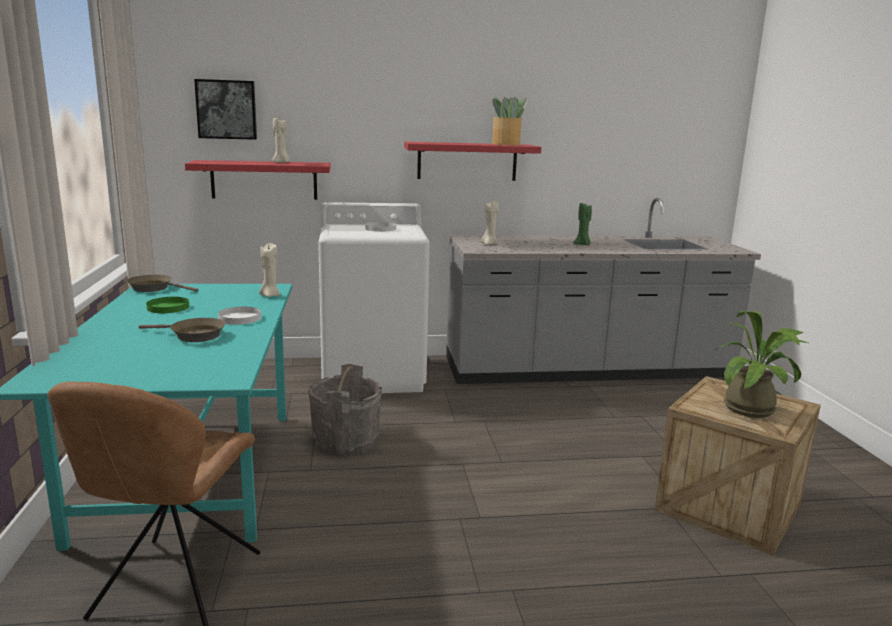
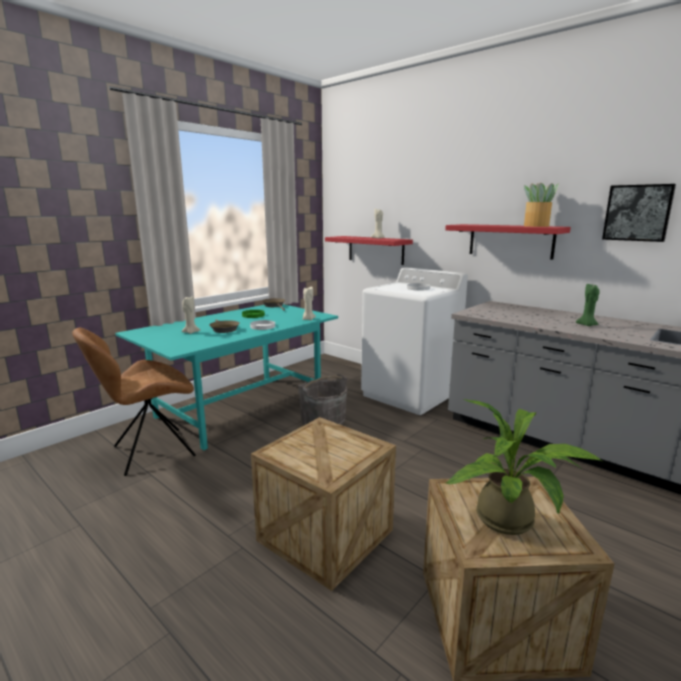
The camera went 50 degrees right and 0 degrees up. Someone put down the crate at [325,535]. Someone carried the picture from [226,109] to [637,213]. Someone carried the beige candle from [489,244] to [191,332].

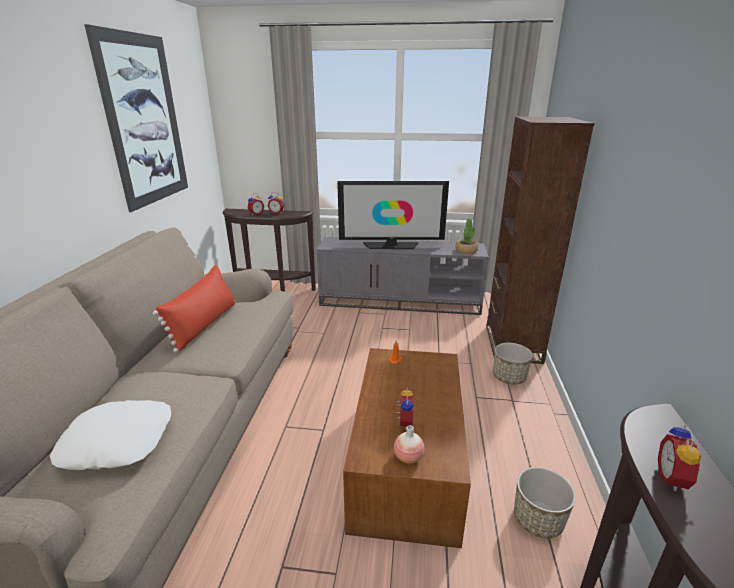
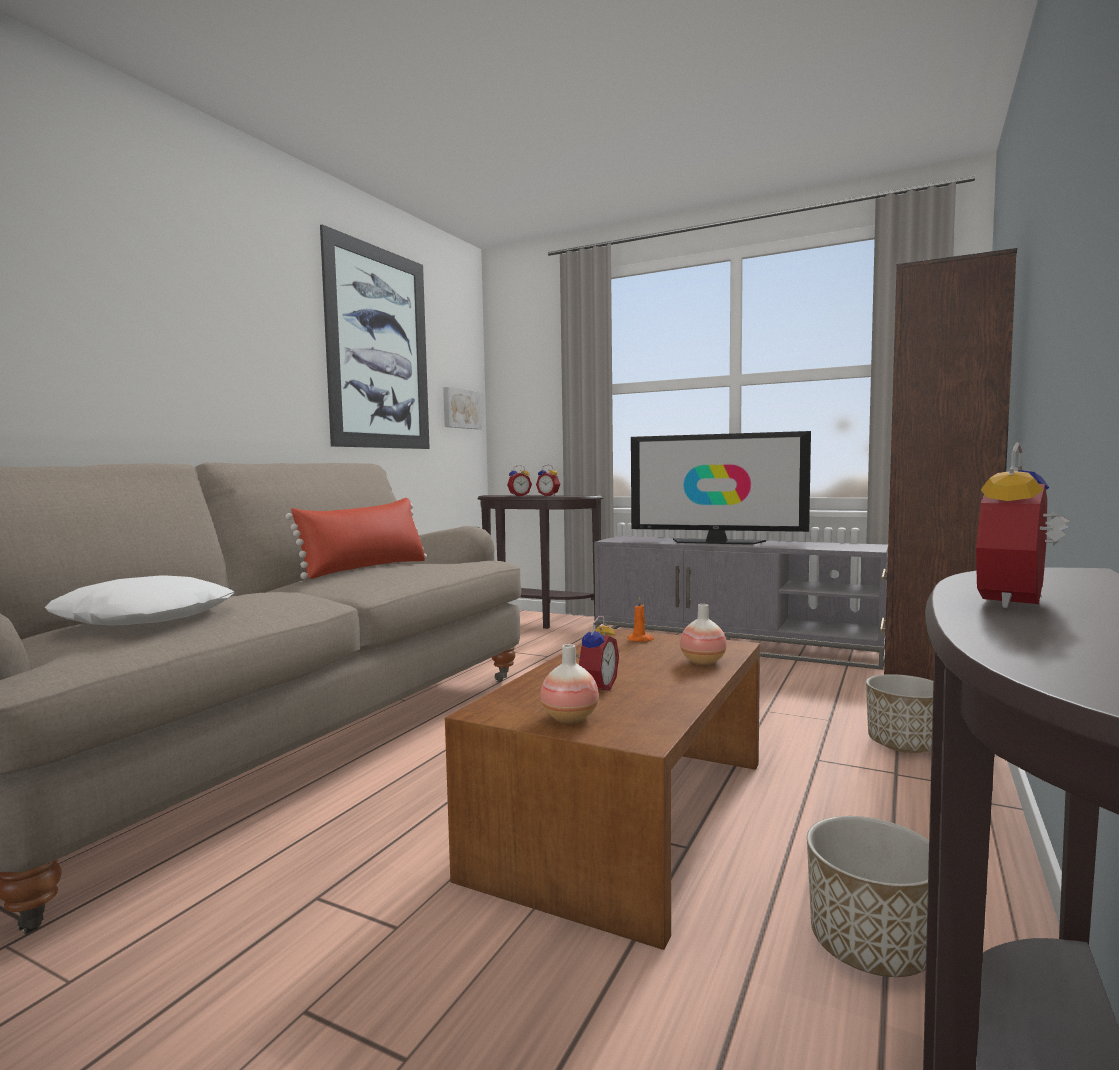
The camera went 20 degrees right and 20 degrees down. Someone took away the potted plant at [466,251]. Someone put up the picture at [461,409]. Someone put down the vase at [703,662].

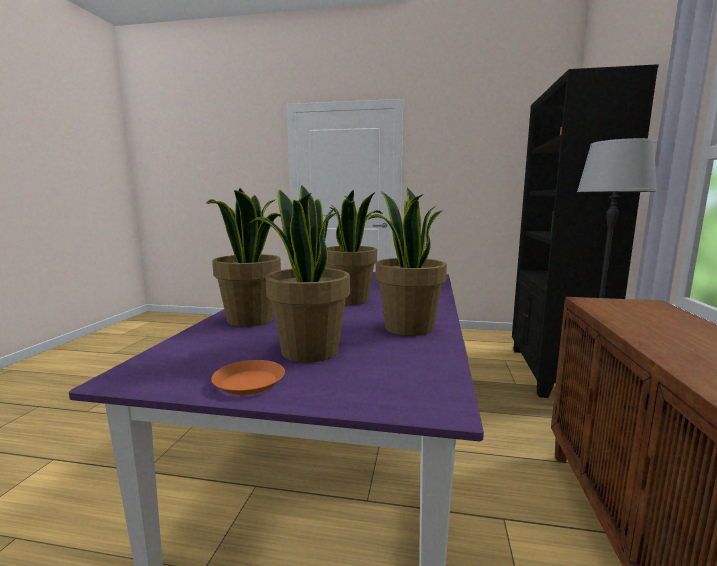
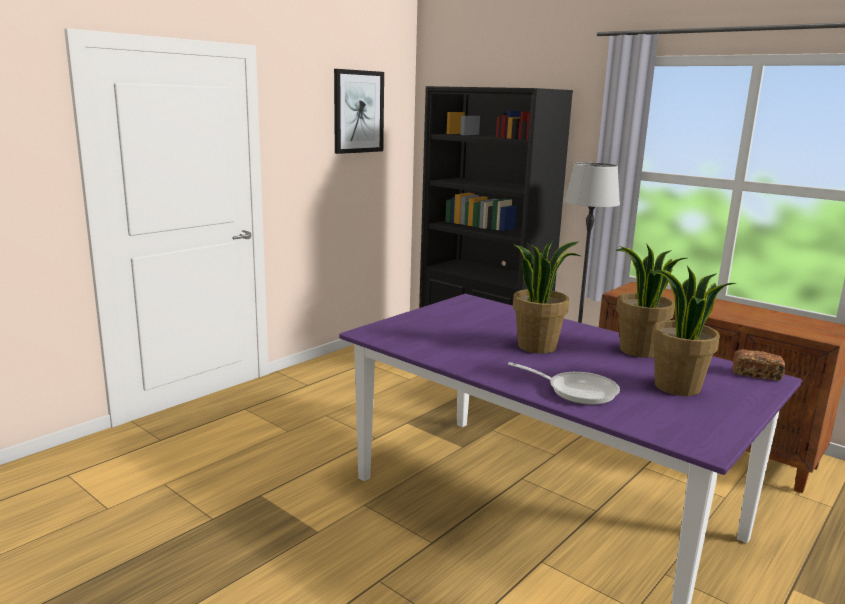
The camera went 60 degrees left and 5 degrees up. Someone took away the orange plate at [249,382]. Someone put up the picture at [358,112]. Someone put down the bread at [756,374]. Someone swapped the potted plant at [251,320] for the frying pan at [576,391].

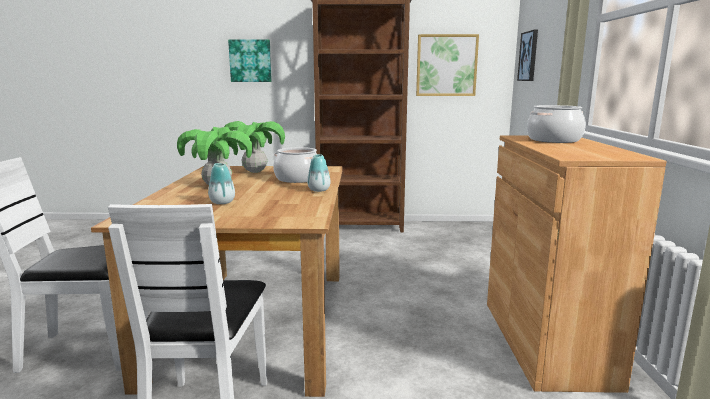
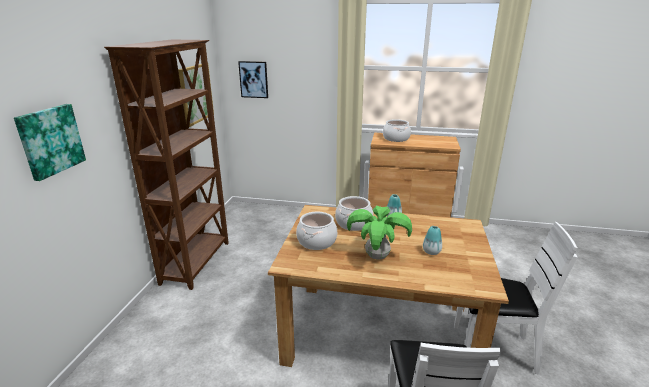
The camera went 80 degrees left and 10 degrees up. Someone swapped the potted plant at [255,171] for the cooking pot at [316,241].

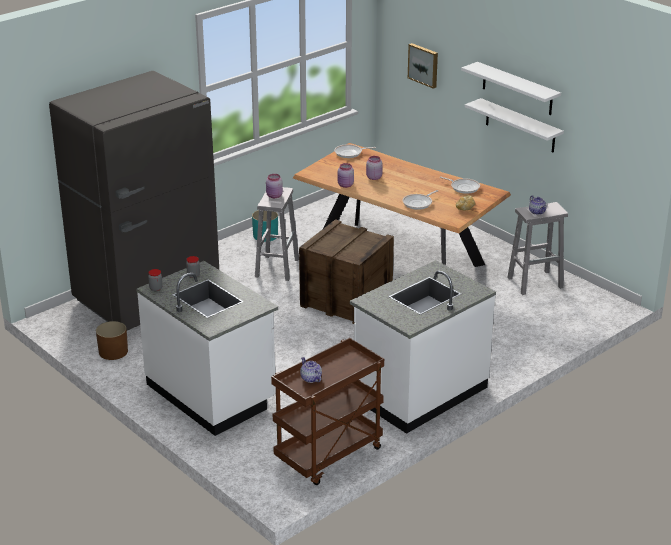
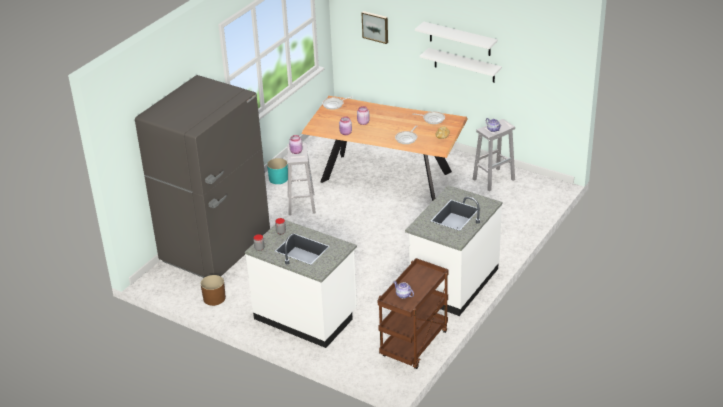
The camera went 15 degrees left and 5 degrees up. Someone took away the crate at [346,300].

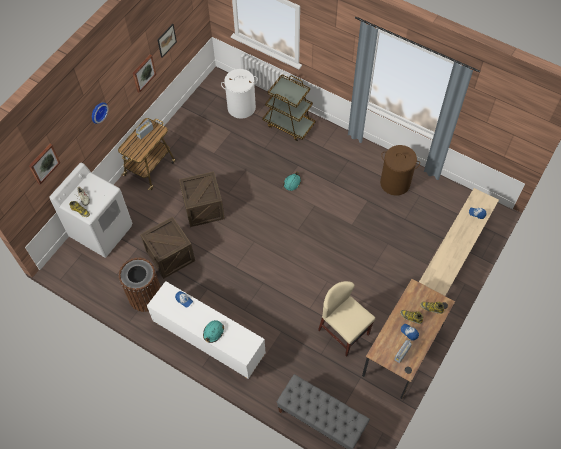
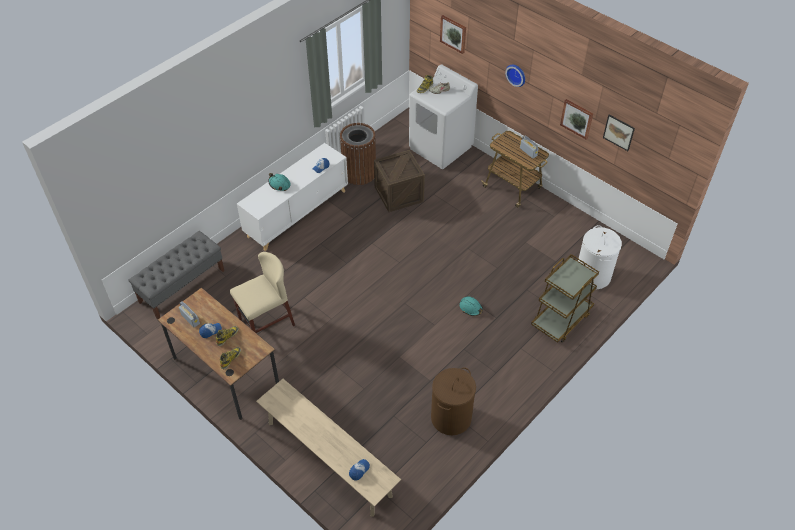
The camera went 100 degrees right and 10 degrees down. Someone took away the crate at [203,208].

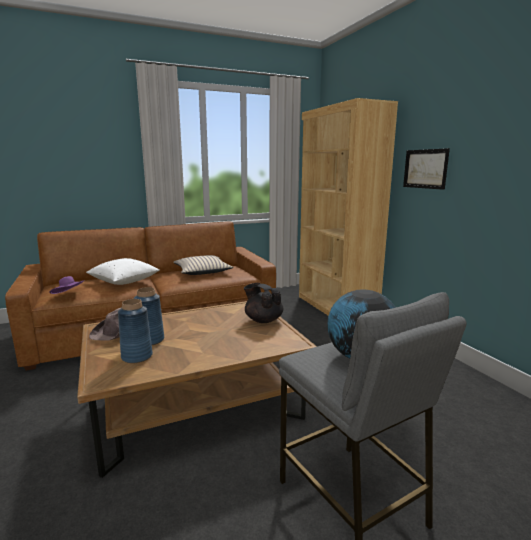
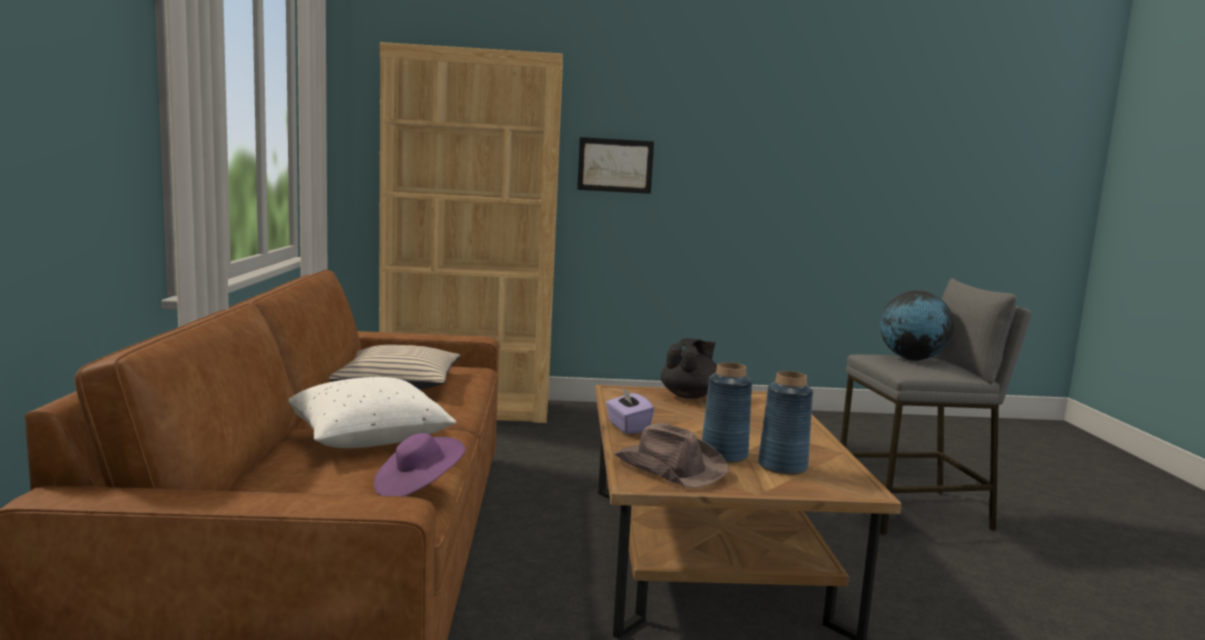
The camera went 70 degrees left and 5 degrees down. Someone put down the purple tissue box at [627,427]. Someone rotated the black teapot at [263,320] by 150 degrees clockwise.

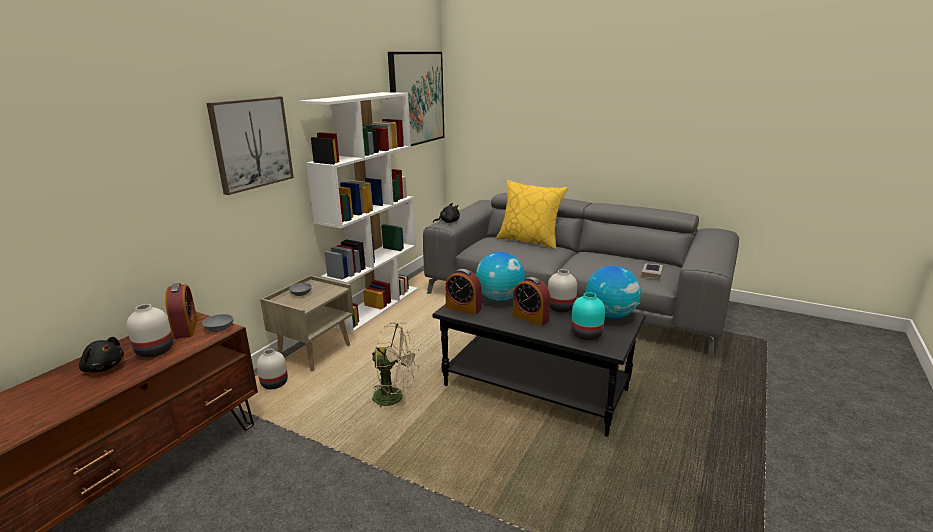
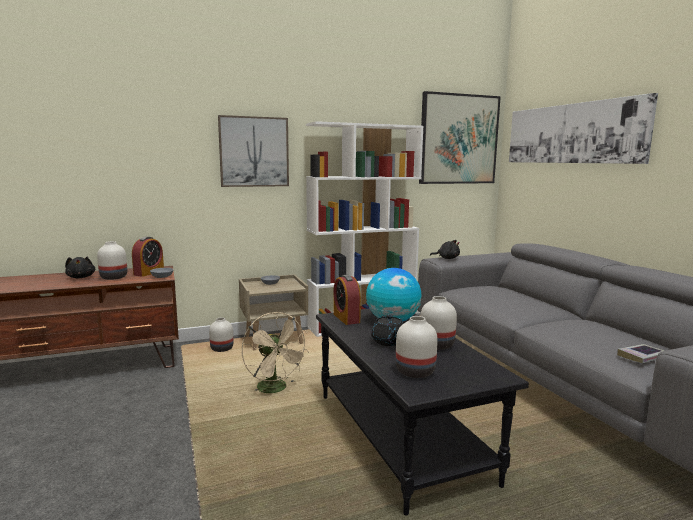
The camera went 40 degrees right and 10 degrees down. Someone took away the yellow pillow at [529,241]. Someone took away the globe at [610,315]. Someone put up the picture at [572,133]. Someone swapped the alarm clock at [530,318] for the black teapot at [388,342]. Someone repainted the turquoise vase at [587,335], which became the white vase at [415,372].

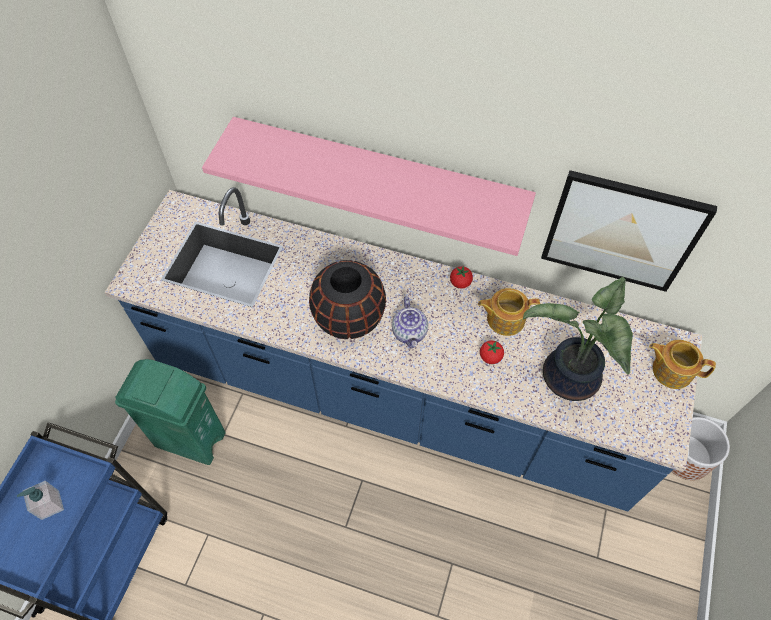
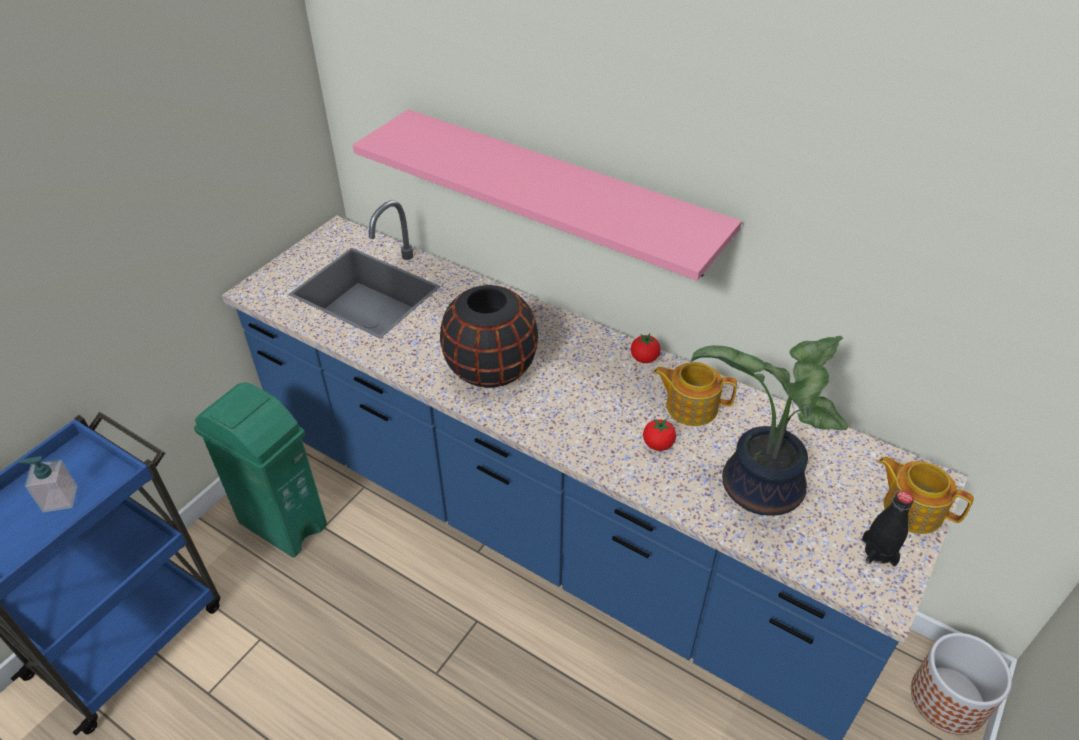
The camera went 15 degrees right and 15 degrees down. Someone took away the teapot at [410,332]. Someone took away the picture at [621,232]. Someone put down the black bottle at [878,552].

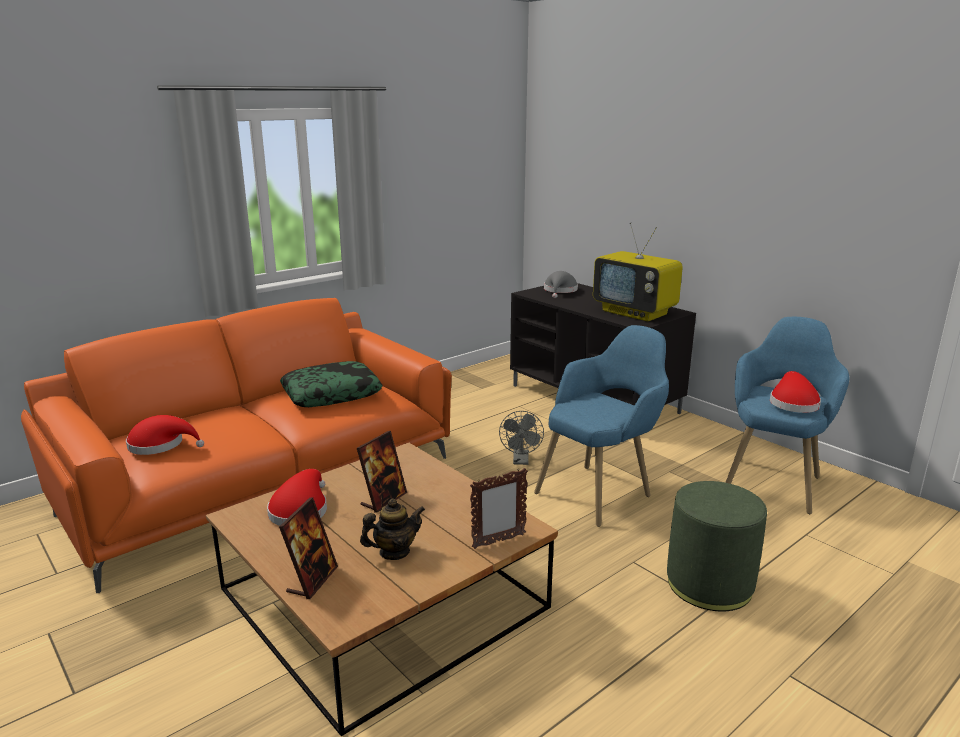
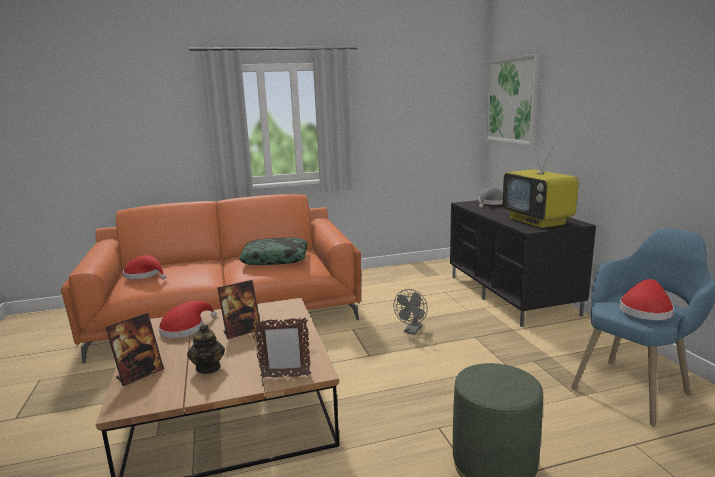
The camera went 25 degrees right and 5 degrees down. Someone took away the blue armchair at [601,490]. Someone put up the picture at [512,100]. Someone rotated the teapot at [394,552] by 75 degrees clockwise.

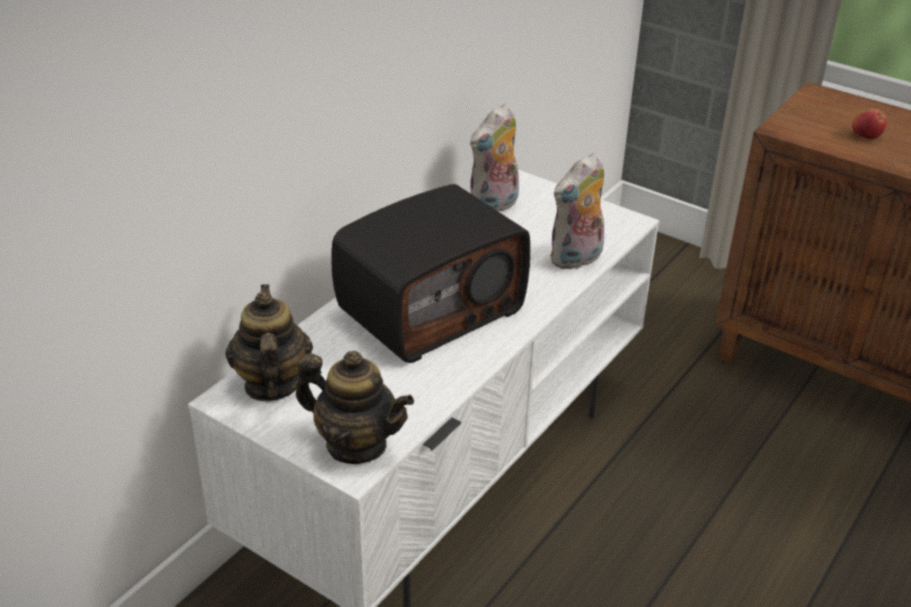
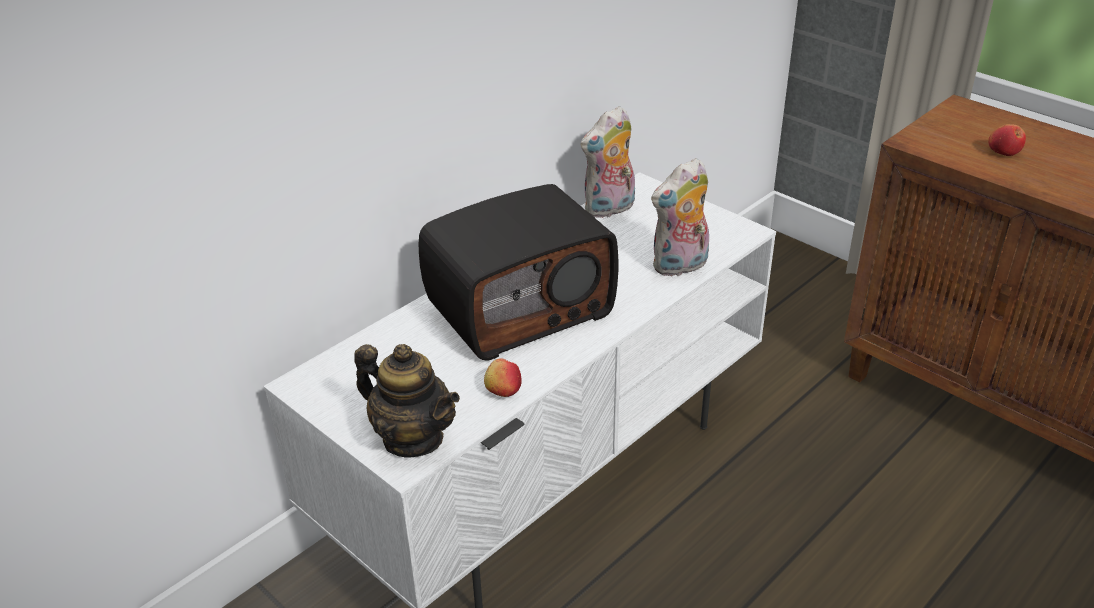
The camera went 10 degrees right and 0 degrees up. Someone took away the teapot at [271,384]. Someone put down the apple at [503,390].

